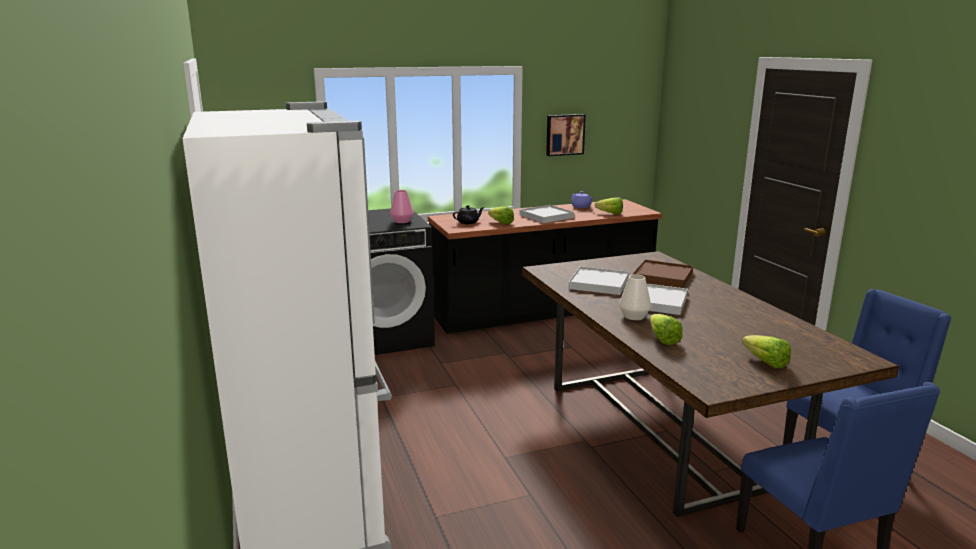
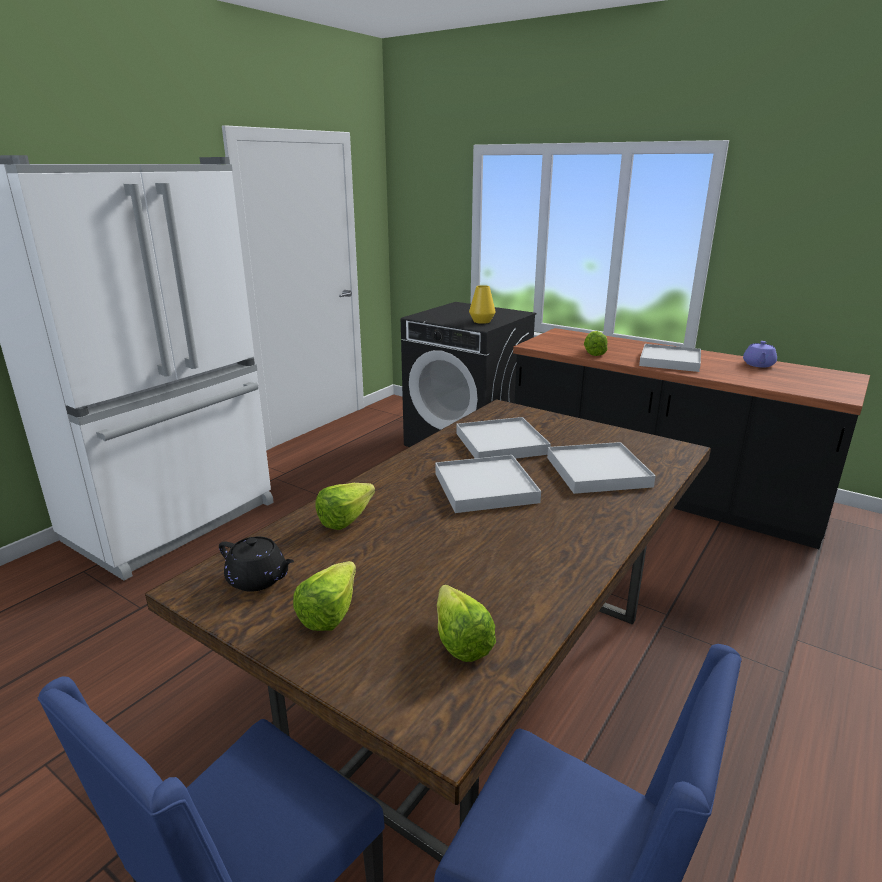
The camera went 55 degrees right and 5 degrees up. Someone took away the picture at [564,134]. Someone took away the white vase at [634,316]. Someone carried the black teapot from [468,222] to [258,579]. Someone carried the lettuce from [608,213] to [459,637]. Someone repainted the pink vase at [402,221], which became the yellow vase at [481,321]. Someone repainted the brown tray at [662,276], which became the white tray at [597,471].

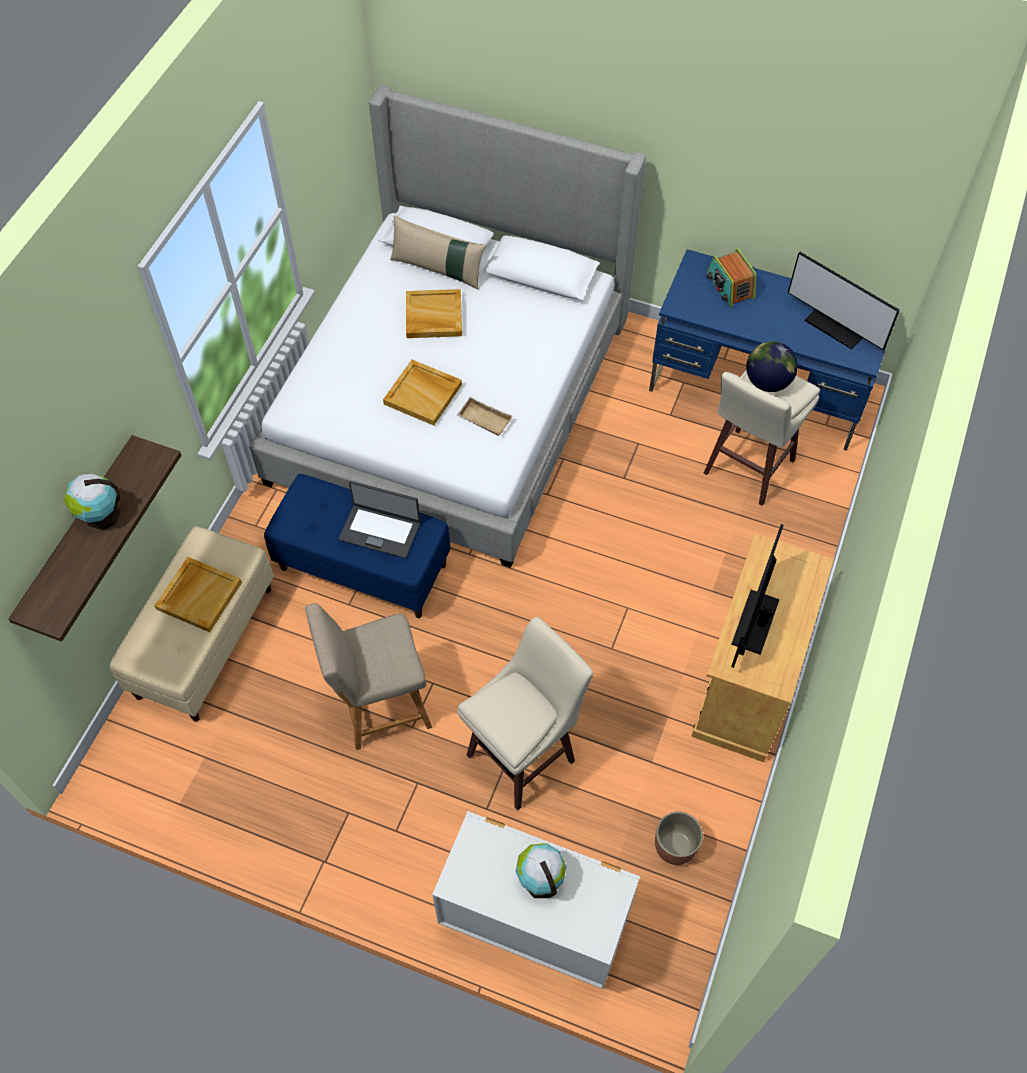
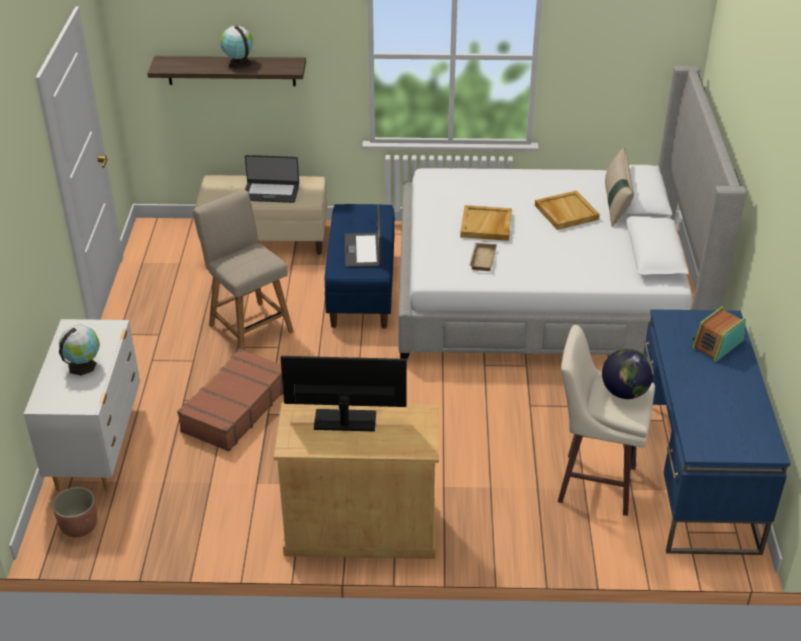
The camera went 70 degrees right and 20 degrees down. Someone took away the monitor at [835,327]. Someone carried the planter from [675,846] to [79,526]. Someone swapped the beige tray at [199,595] for the laptop at [271,192]. Someone swapped the beige stool at [524,756] for the brown suitcase at [234,409].

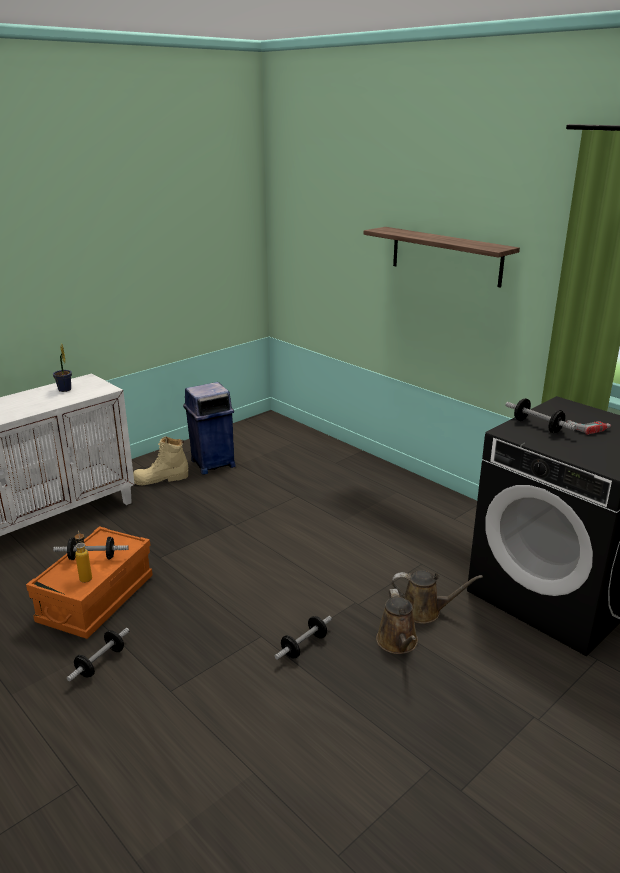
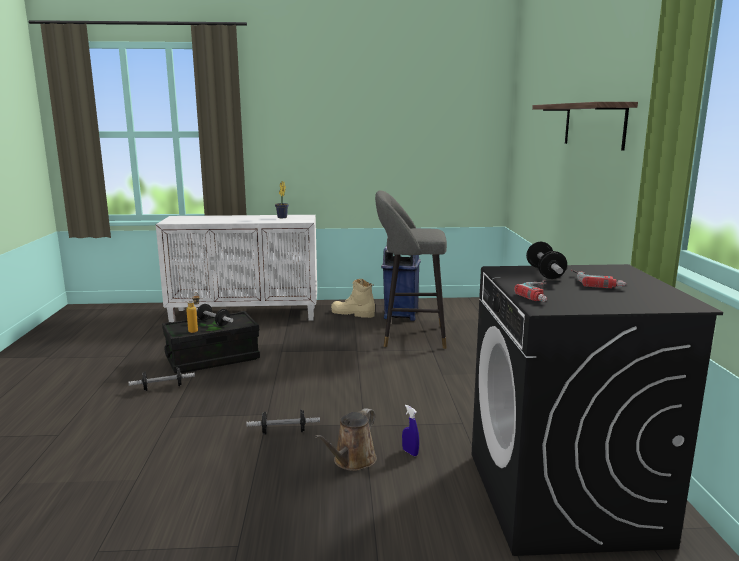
The camera went 40 degrees right and 10 degrees down. Someone put down the grey stool at [409,336]. Someone put down the power drill at [543,295]. Someone swapped the brown watering can at [424,611] for the blue spray bottle at [410,452]. Someone repainted the orange storage box at [96,599], which became the black storage box at [212,358].

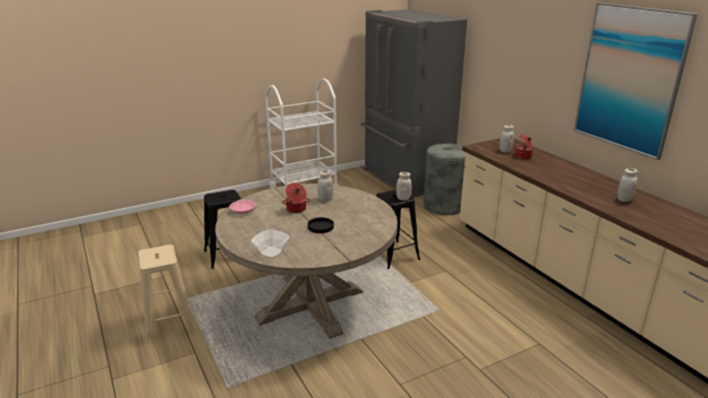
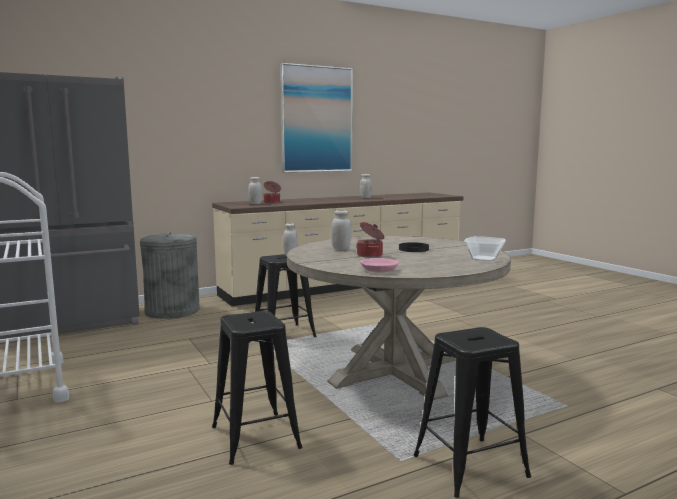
The camera went 90 degrees left and 15 degrees down. Someone repainted the beige stool at [169,323], which became the black stool at [471,466].

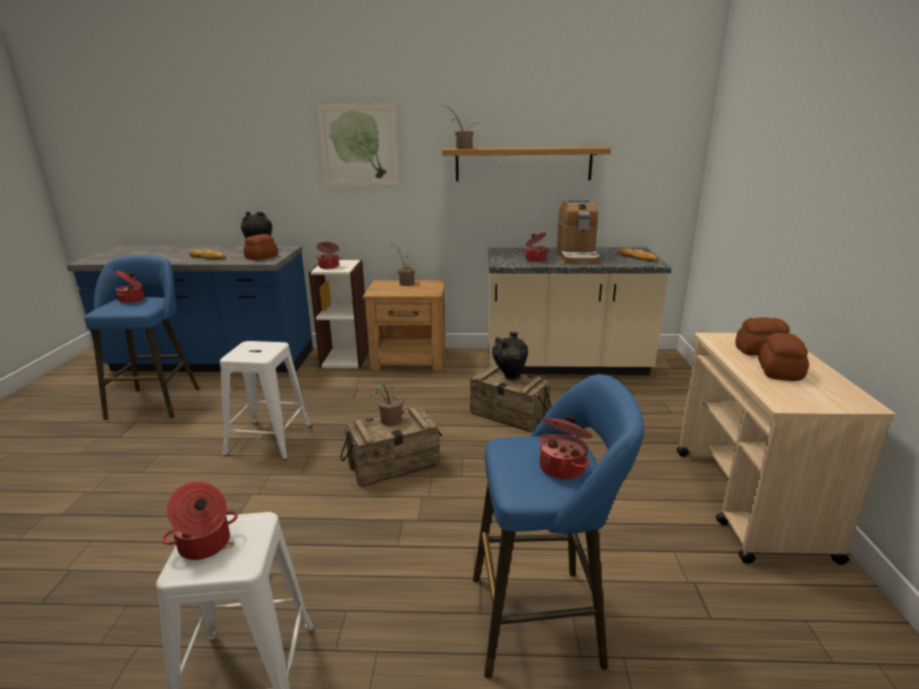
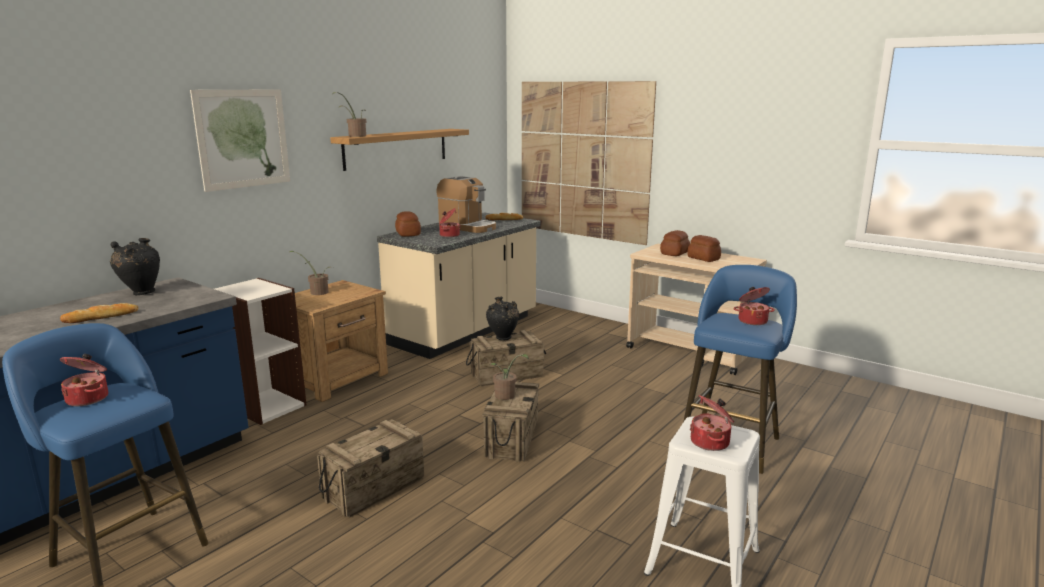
The camera went 55 degrees left and 5 degrees down. Someone took away the cooking pot at [329,266]. Someone put up the picture at [583,160]. Someone carried the bread from [262,257] to [408,233]. Someone swapped the white stool at [269,440] for the crate at [374,488].

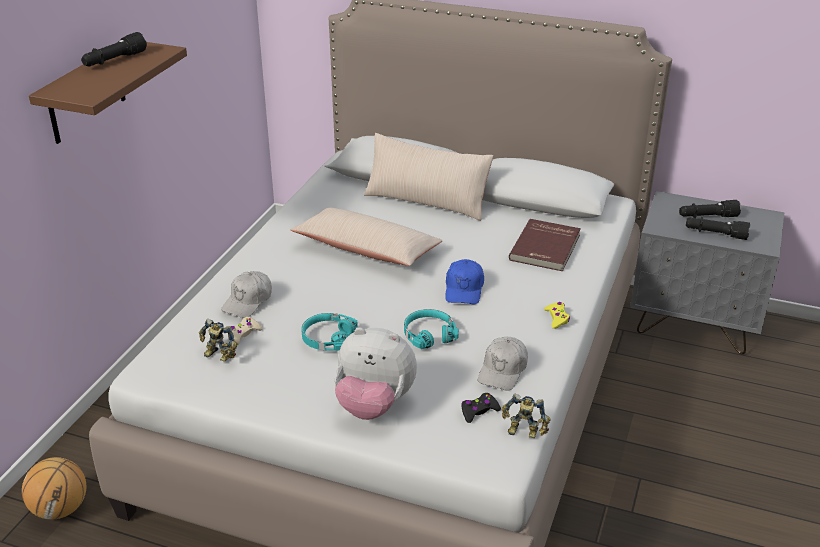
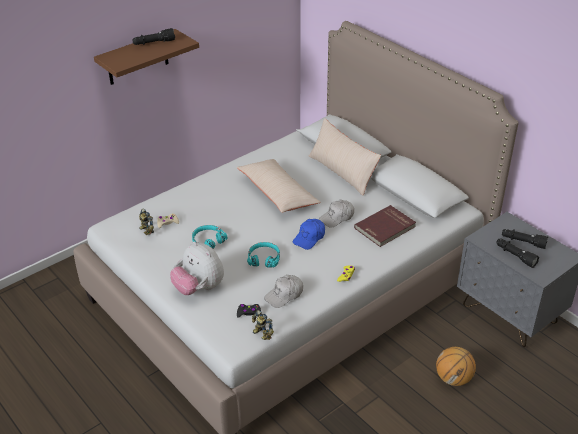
The camera went 30 degrees right and 5 degrees up. Someone carried the basketball from [60,509] to [453,379]. Someone carried the white cap from [248,301] to [337,217].

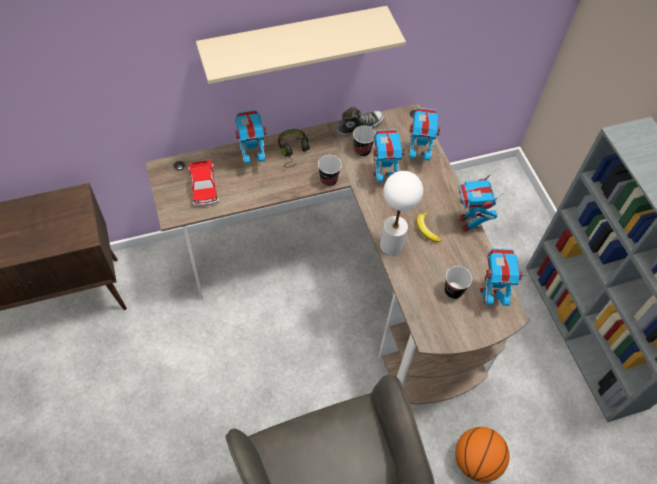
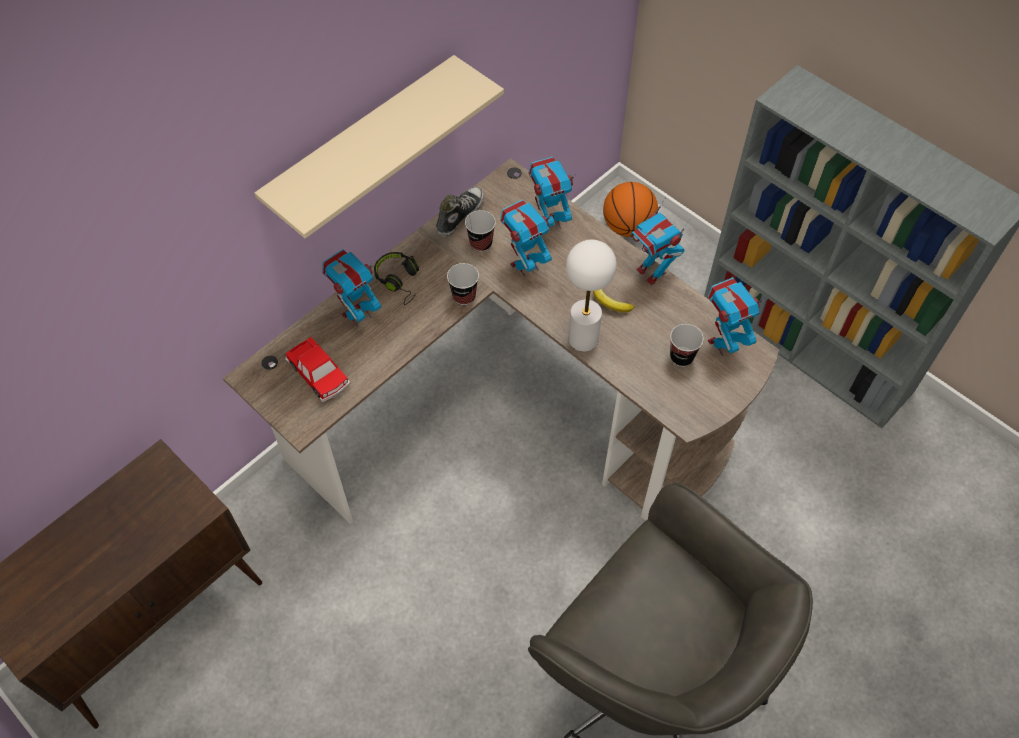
The camera went 25 degrees left and 0 degrees up. Someone carried the basketball from [476,461] to [627,227].

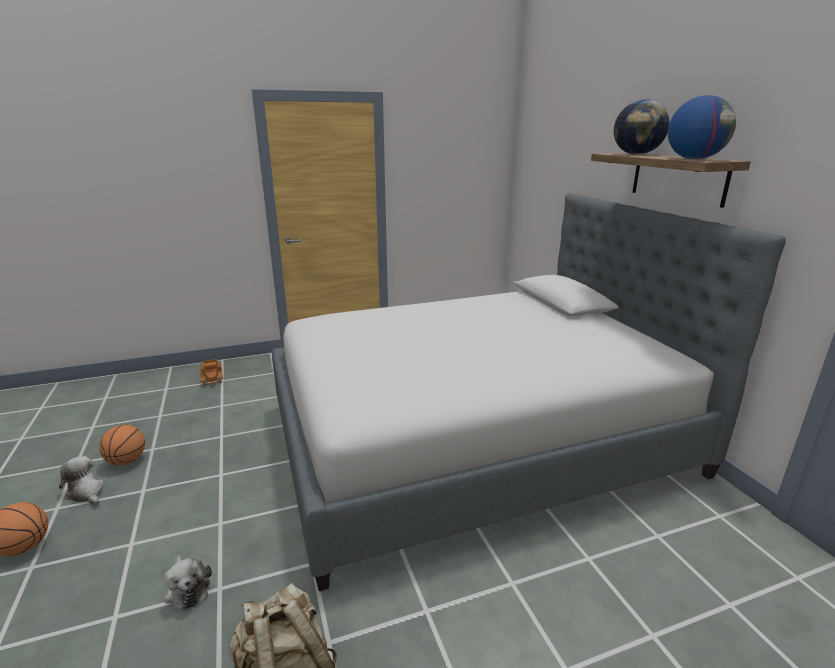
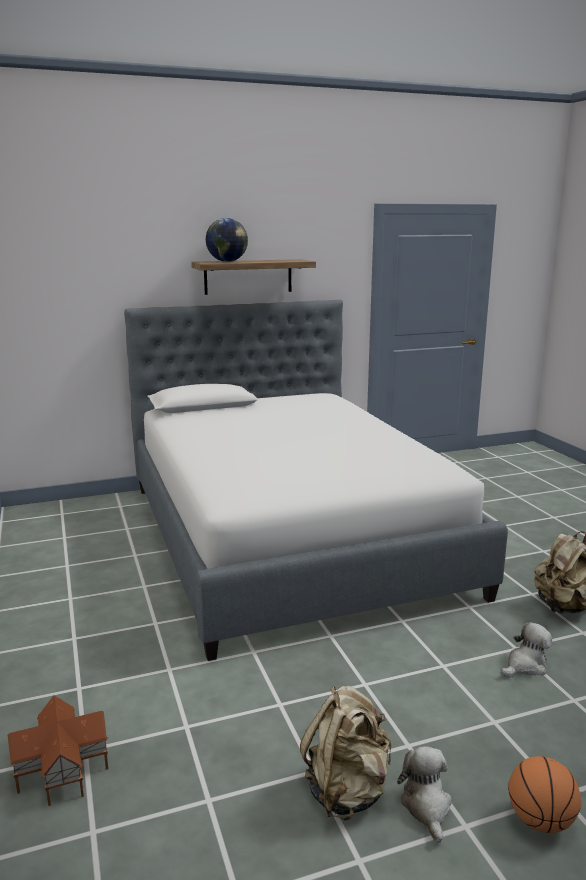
The camera went 90 degrees left and 5 degrees down. Someone took away the globe at [694,159]. Someone swapped the basketball at [127,461] for the beige backpack at [347,790]. Someone swapped the toy truck at [212,376] for the toy house at [61,769]. Someone rotated the plush toy at [86,492] by 135 degrees clockwise.

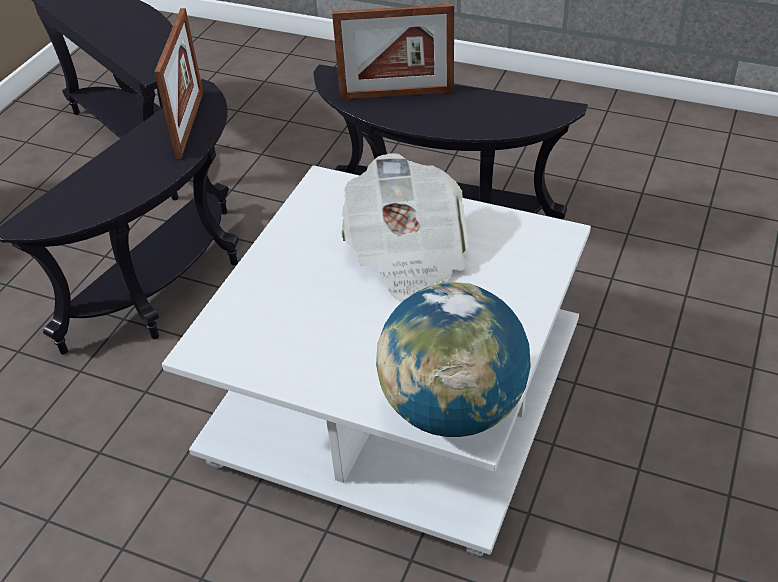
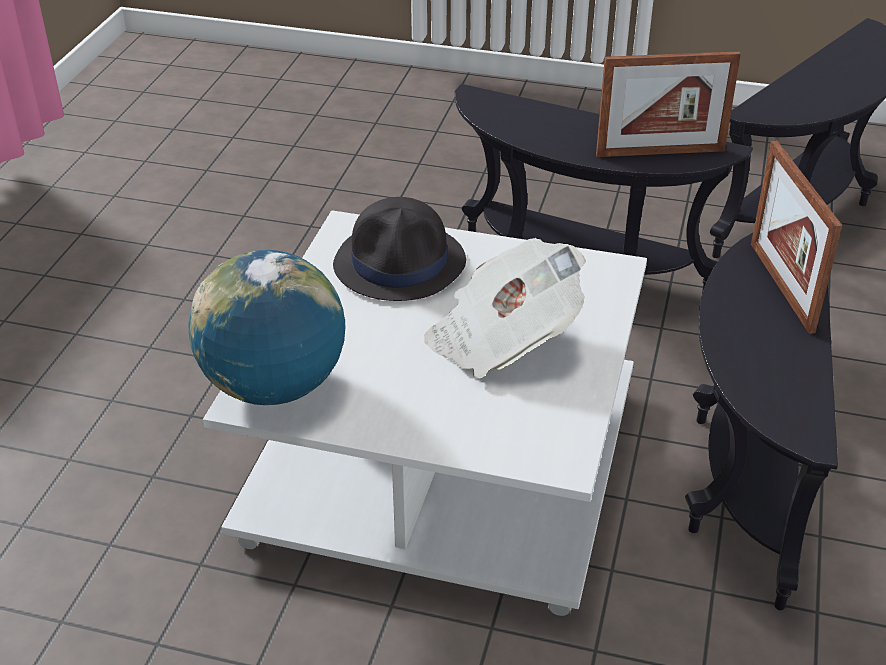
The camera went 80 degrees right and 5 degrees down. Someone put down the black hat at [401,263].

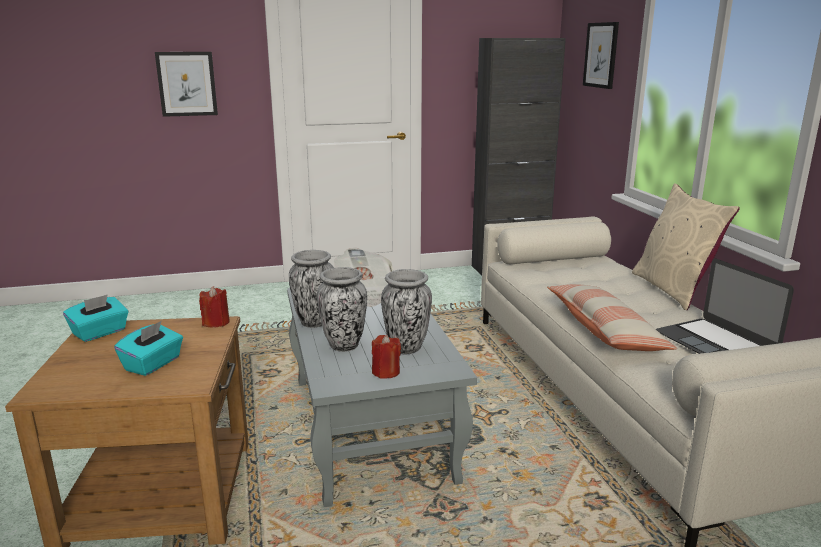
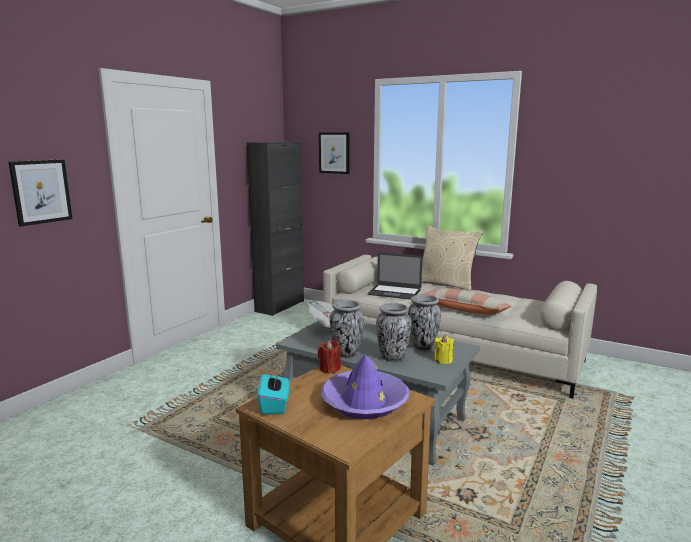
The camera went 45 degrees left and 5 degrees down. Someone carried the laptop from [715,342] to [394,292]. Someone swapped the turquoise tissue box at [153,364] for the purple hat at [364,402]. Someone repainted the red candle at [386,372], which became the yellow candle at [443,360].

